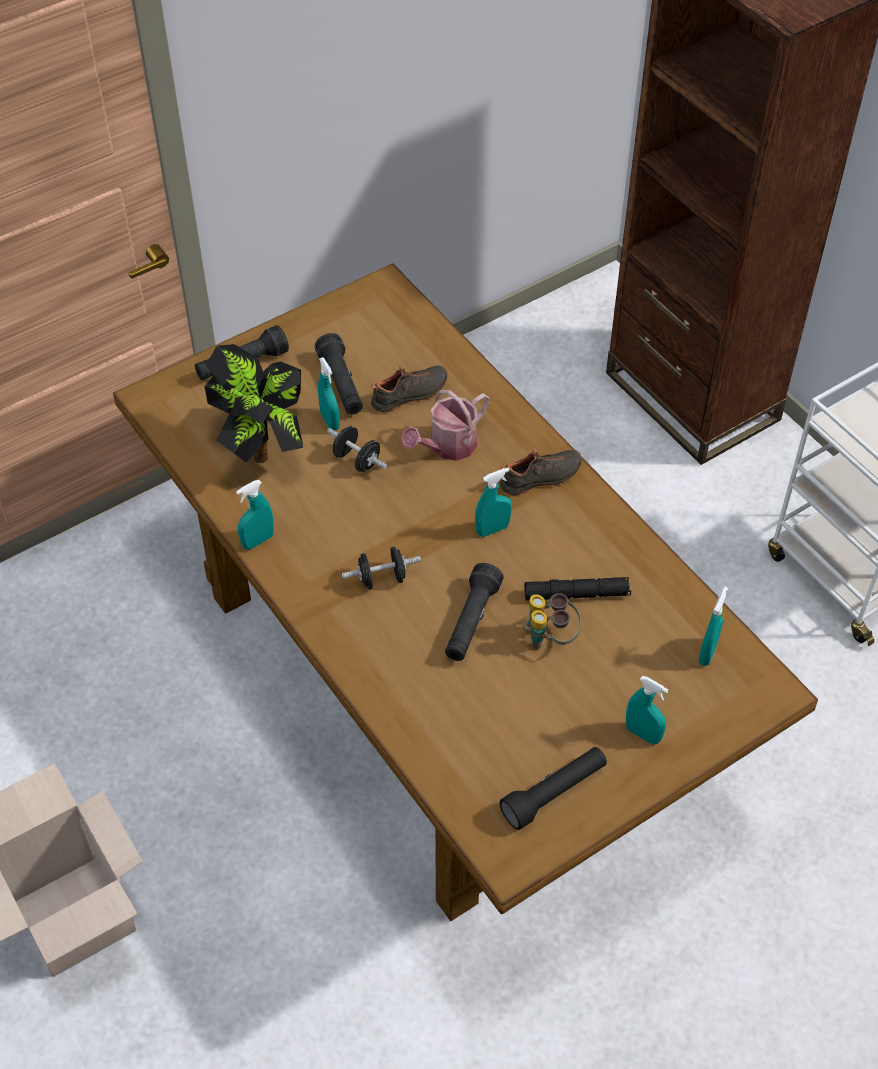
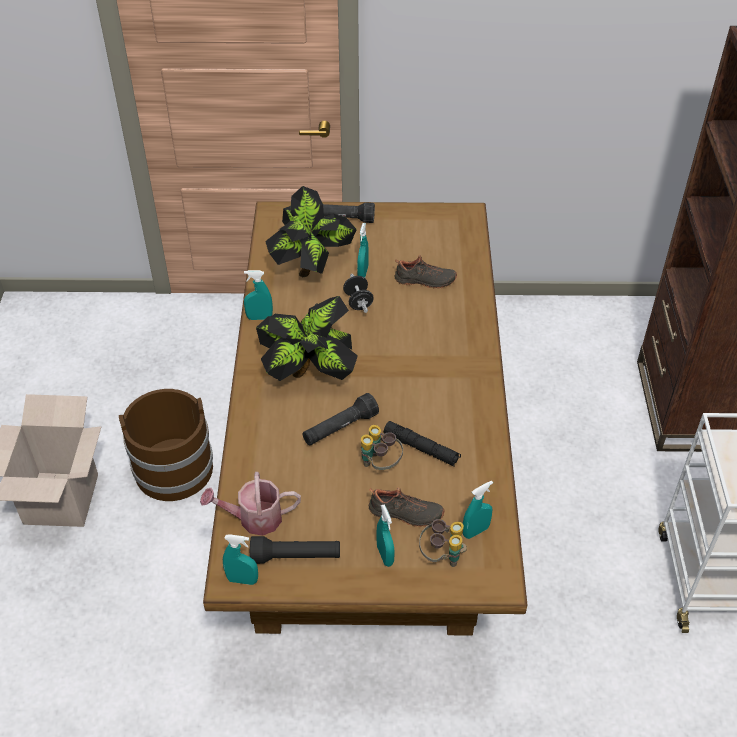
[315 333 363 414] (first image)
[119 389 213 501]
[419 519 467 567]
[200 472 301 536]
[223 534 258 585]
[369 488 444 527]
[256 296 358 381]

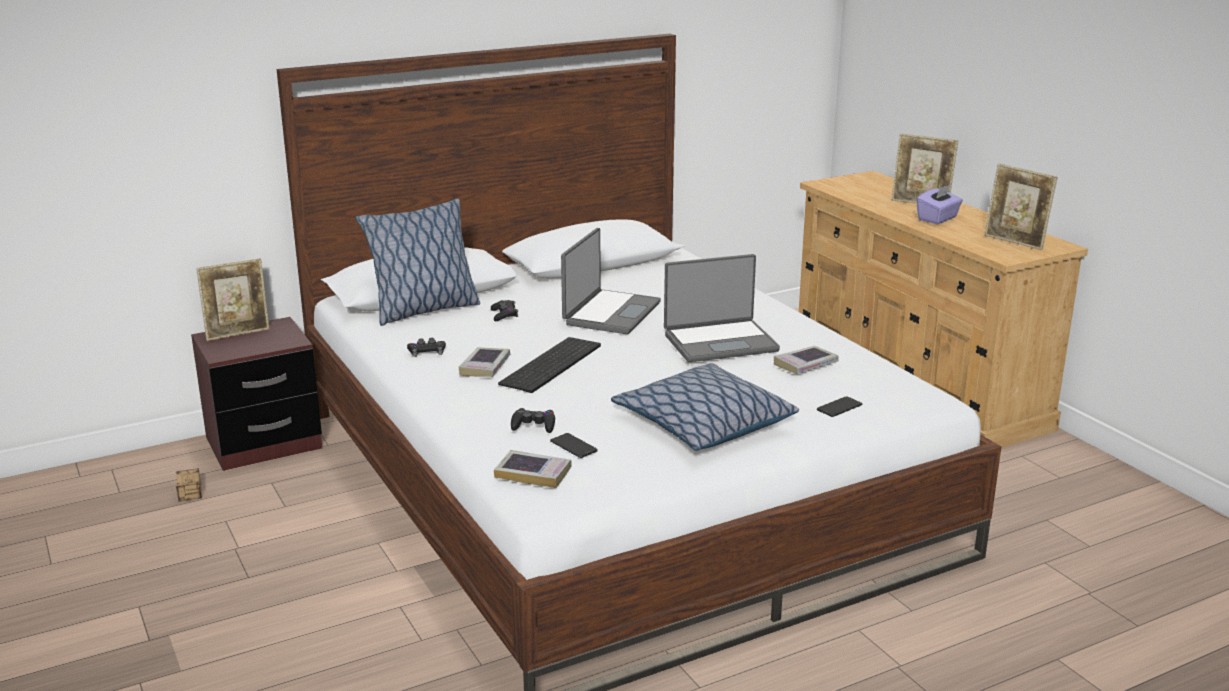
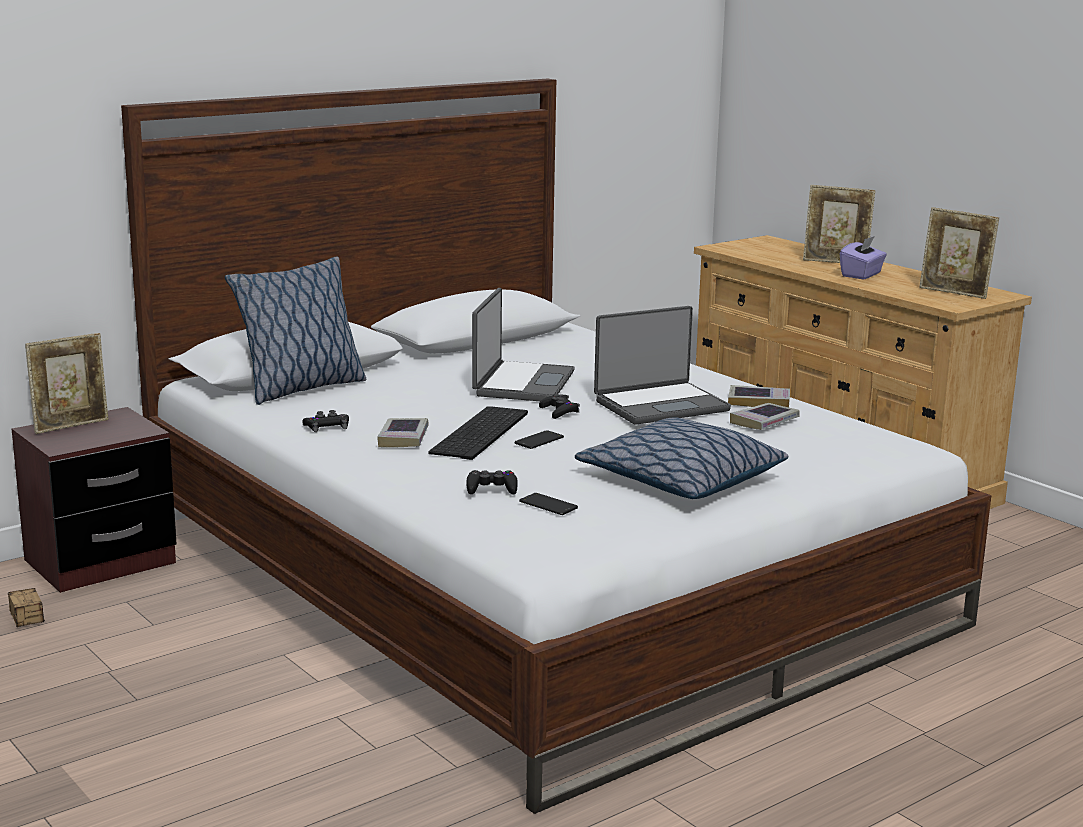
[539 394 580 419]
[728 385 790 407]
[515 430 564 449]

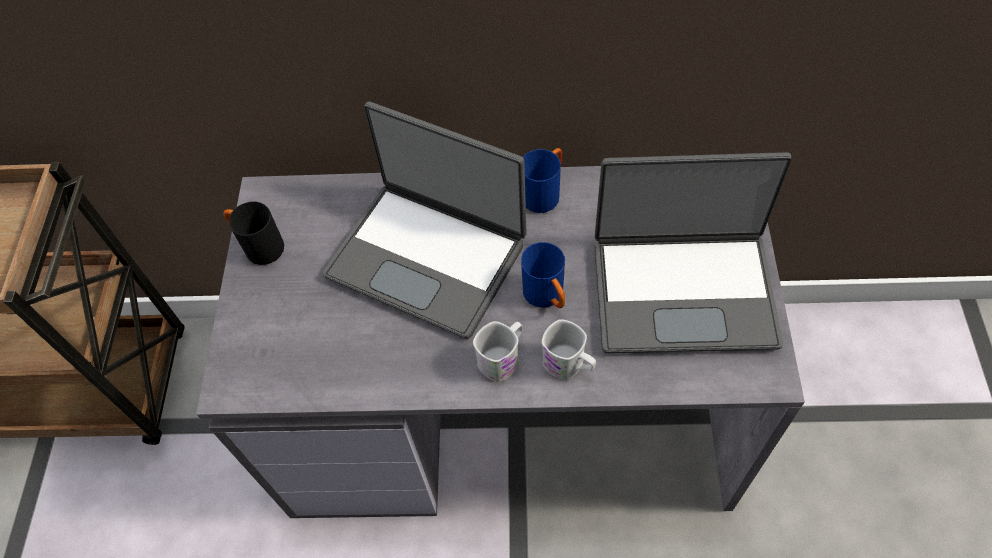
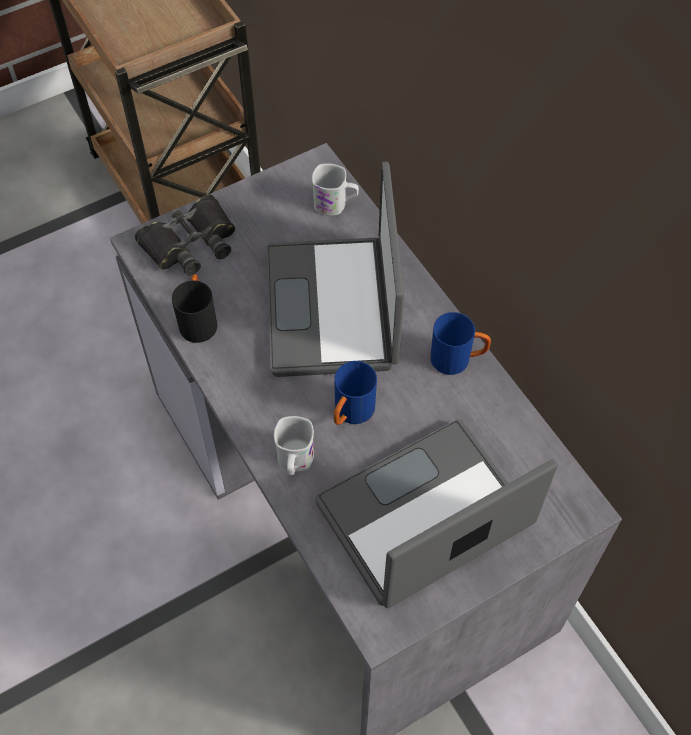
[135 194 235 276]
[172 274 217 343]
[312 163 359 216]
[315 419 558 609]

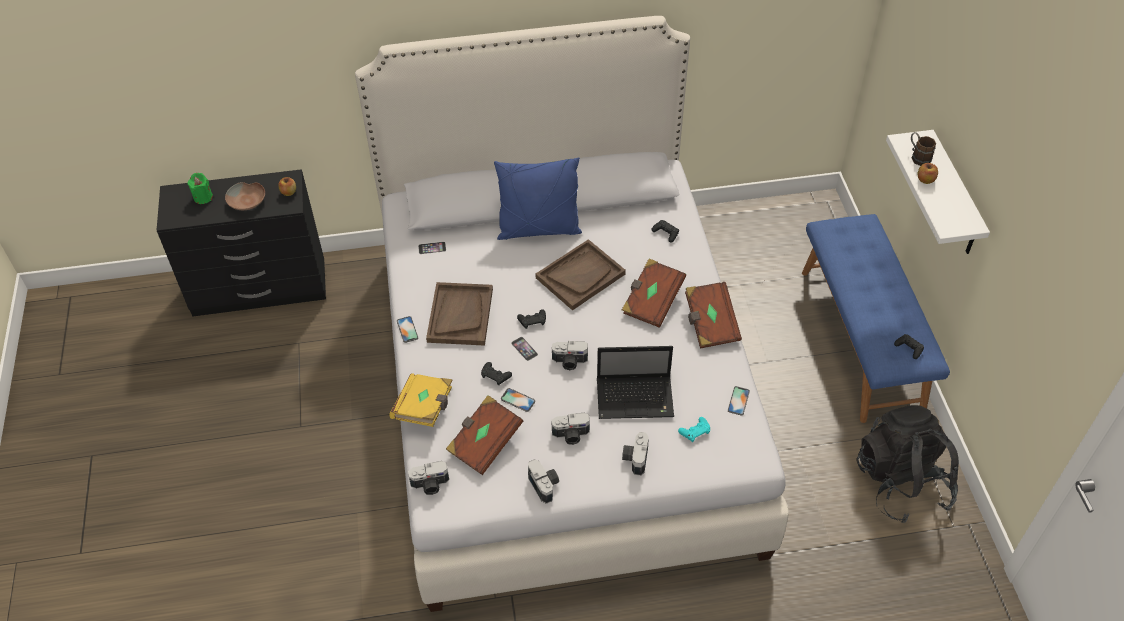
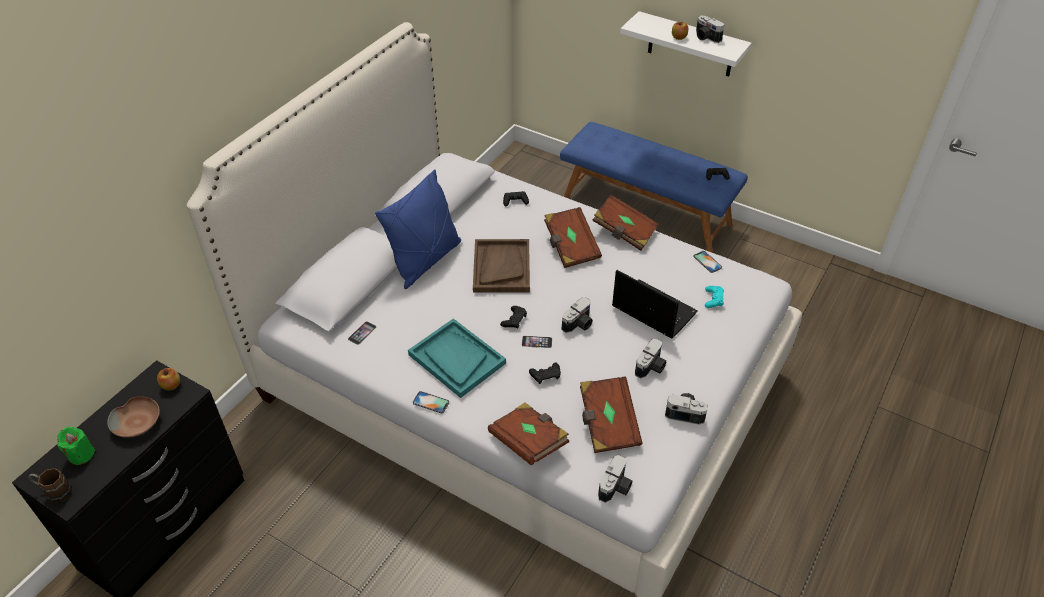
[501 388 535 412] (first image)
[856 405 959 523] (first image)
[696 15 724 43]
[28 468 72 503]
[488 402 569 465]
[408 318 506 398]
[612 270 698 339]

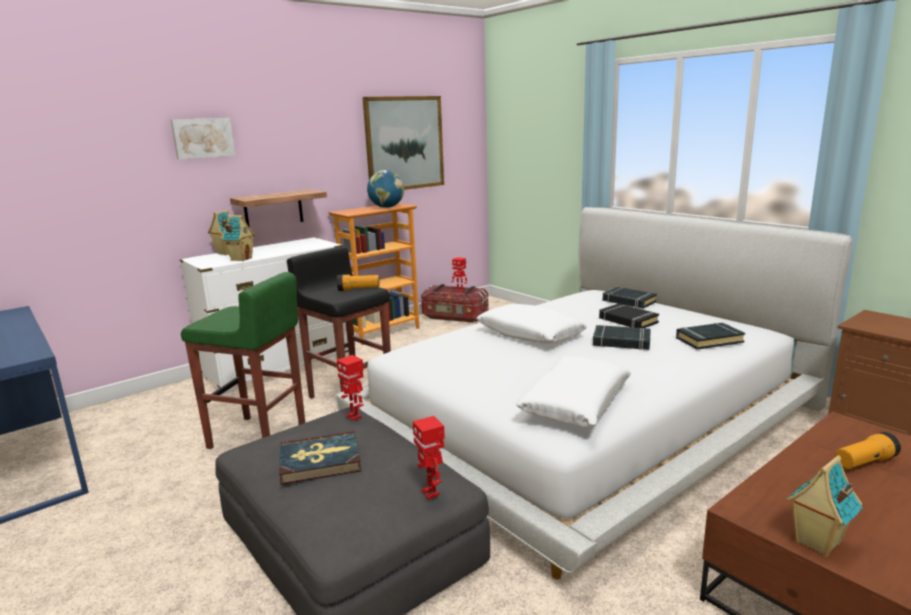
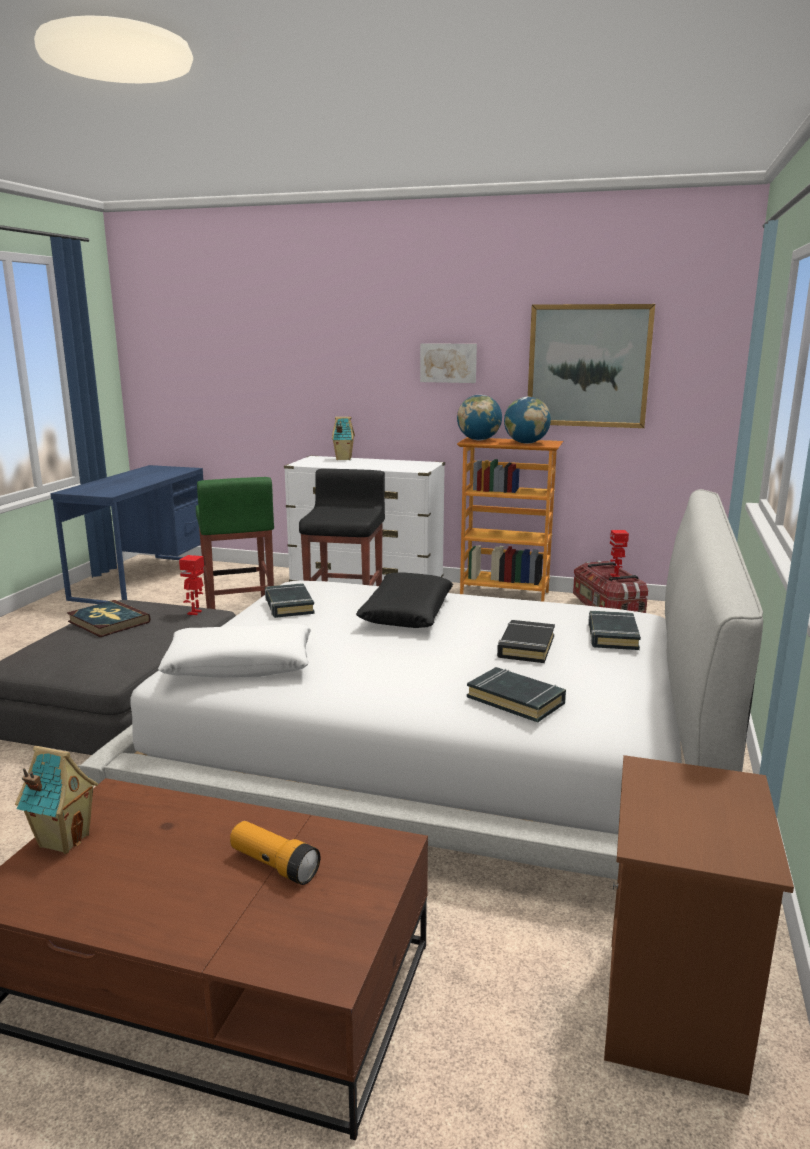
[221 215 255 261] (first image)
[230 190 327 228] (first image)
[337 275 380 291] (first image)
[413 416 445 499] (first image)
[457 395 502 440]
[420 343 477 383]
[265 583 315 618]
[356 572 453 628]

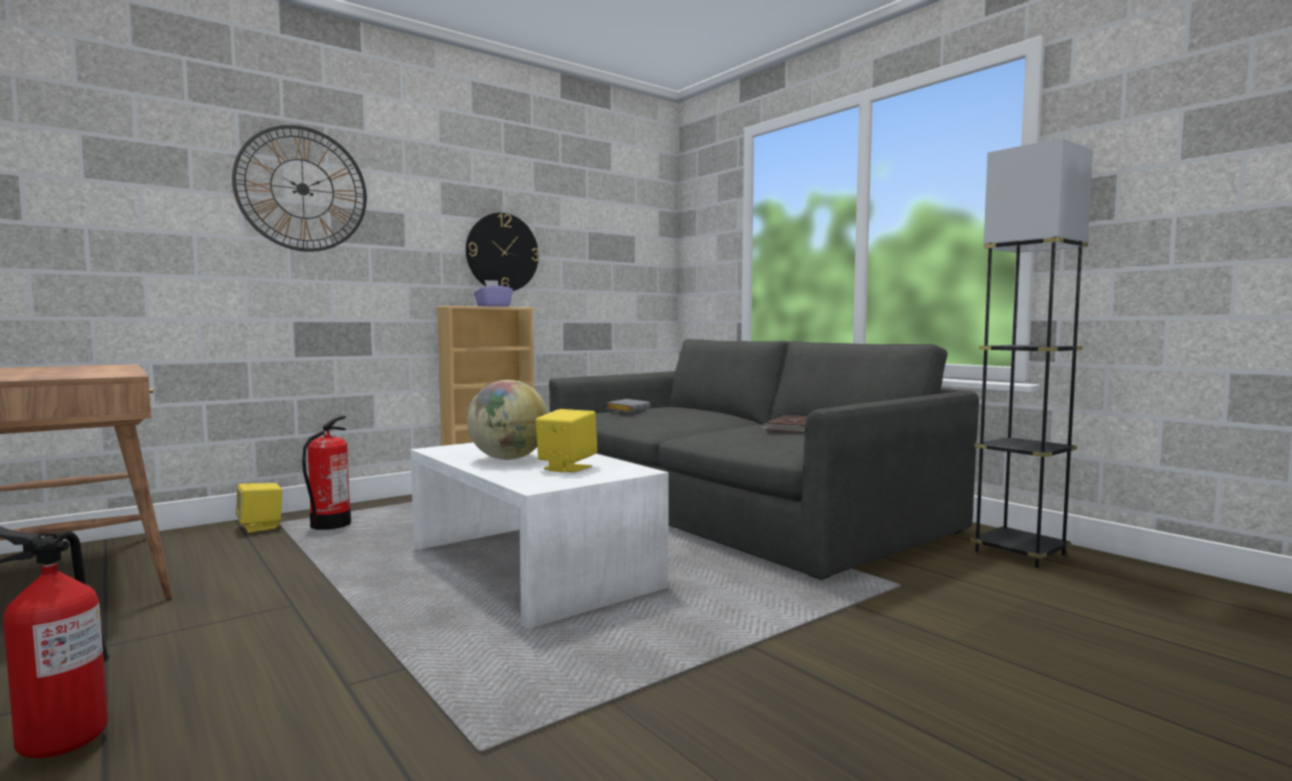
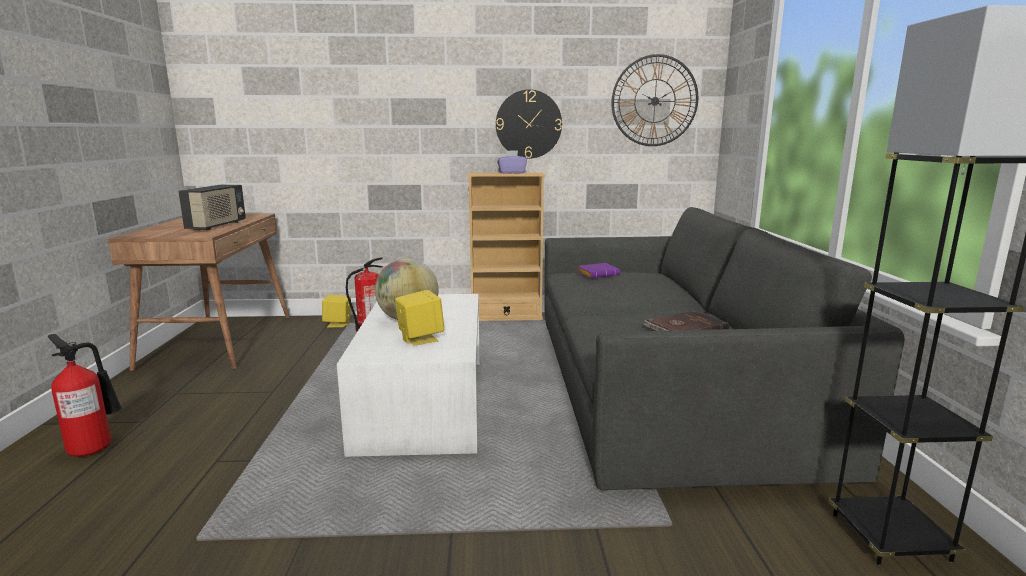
[178 185 246 230]
[611 54 698 146]
[577 263 620 278]

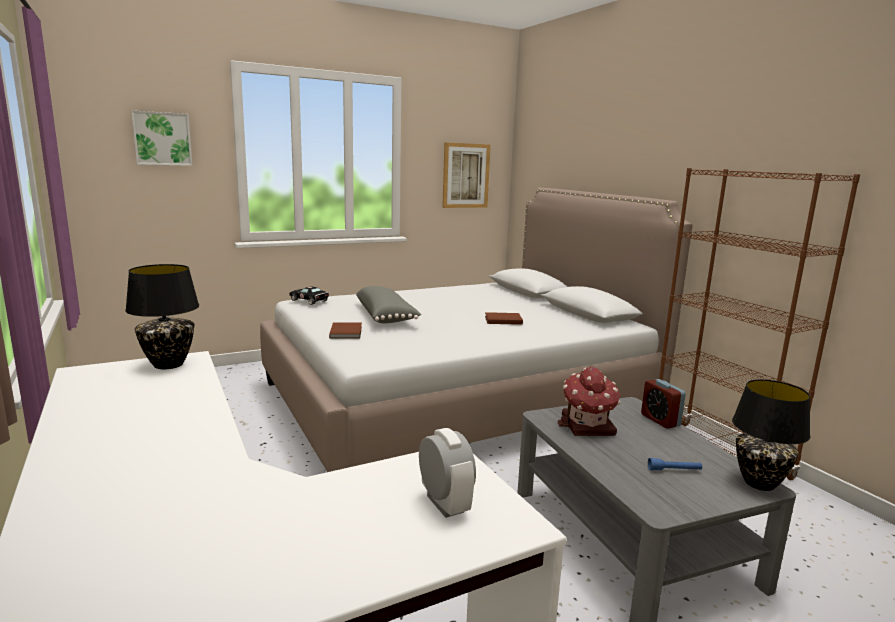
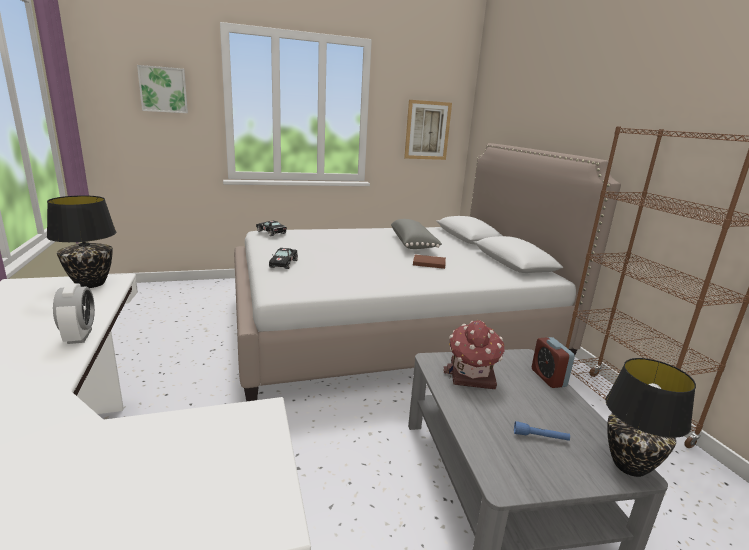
[391 219 442 249]
[53 284 95 344]
[269 248 298 269]

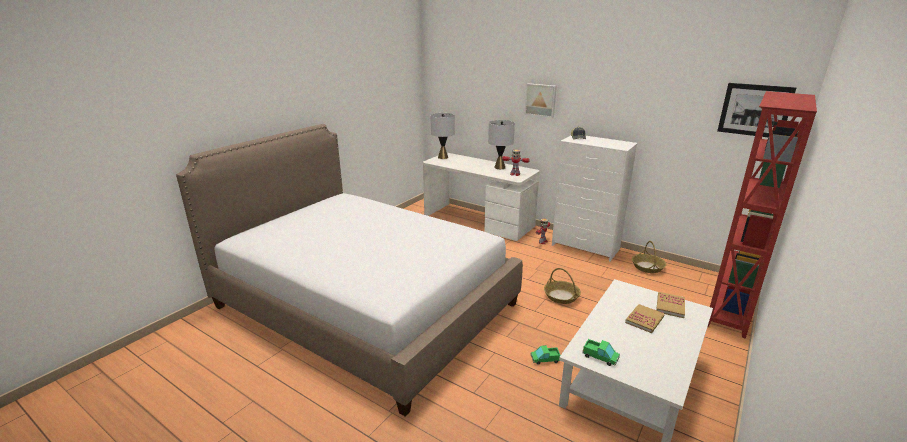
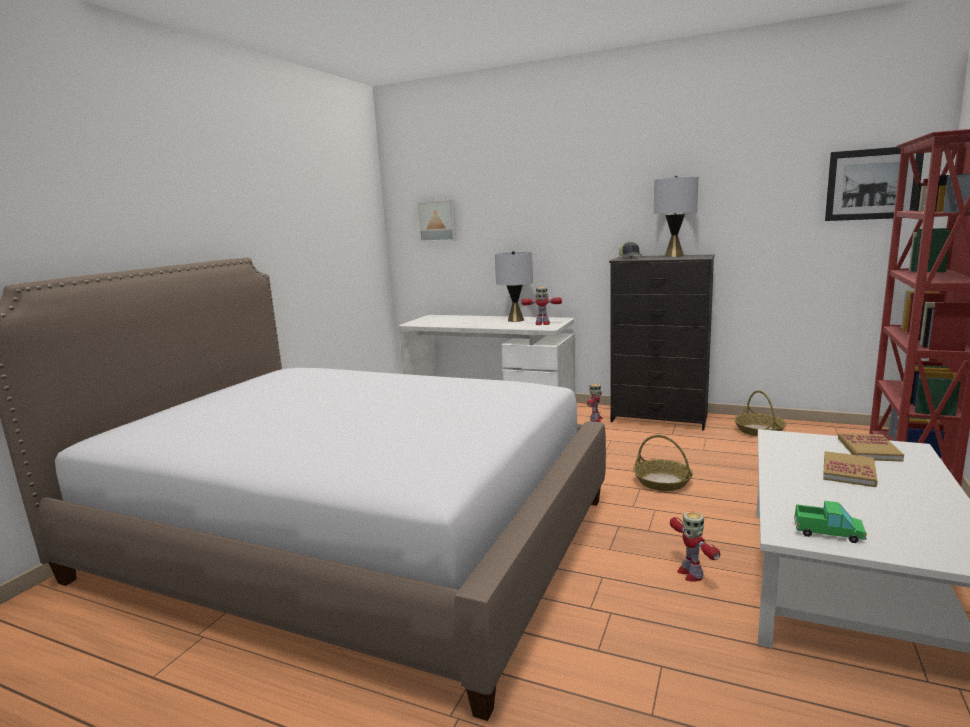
[654 176 698 257]
[417 200 457 242]
[670 512 720 582]
[609 254 715 431]

